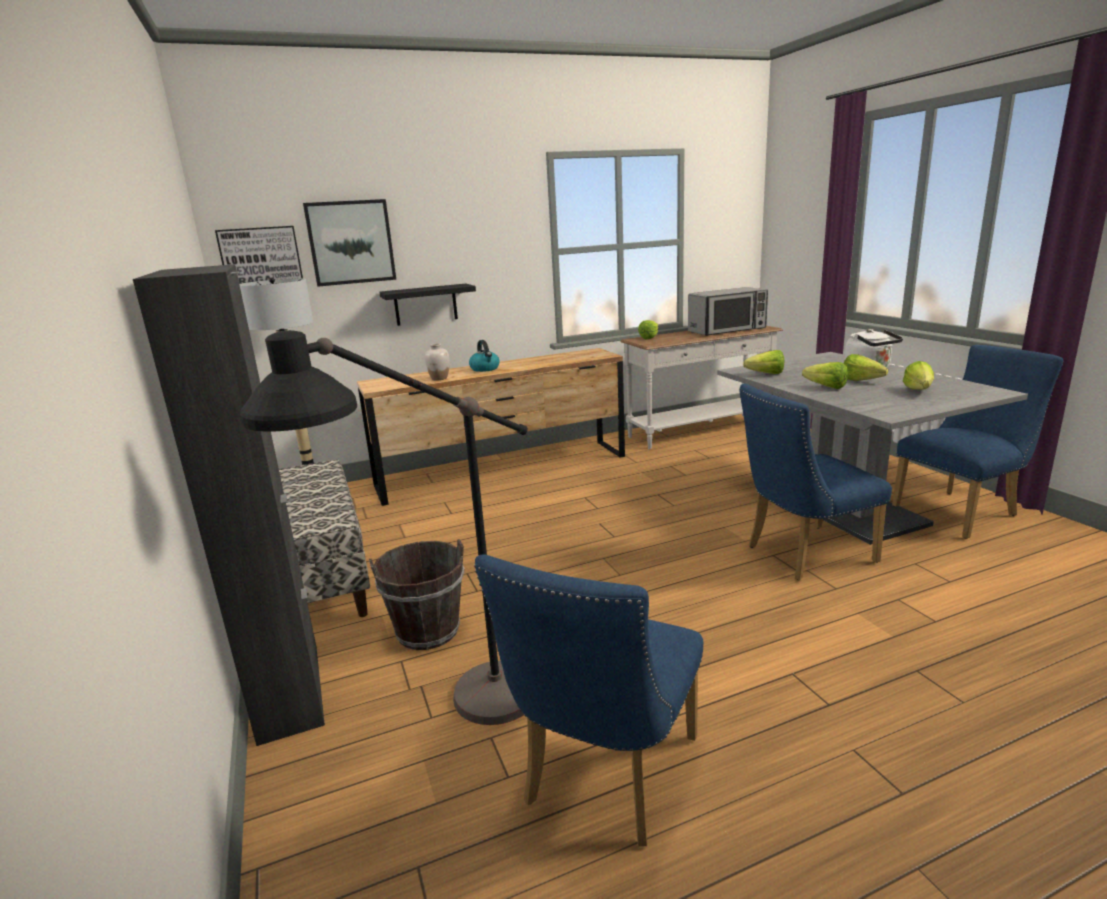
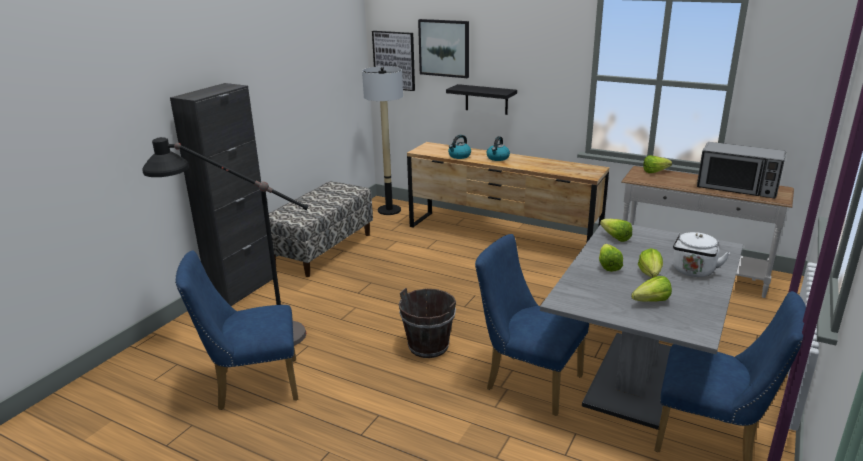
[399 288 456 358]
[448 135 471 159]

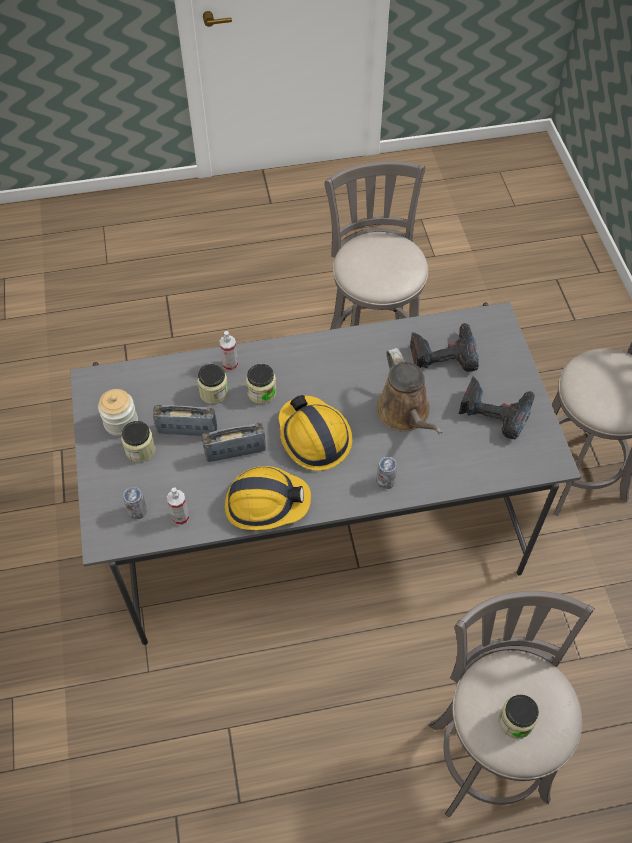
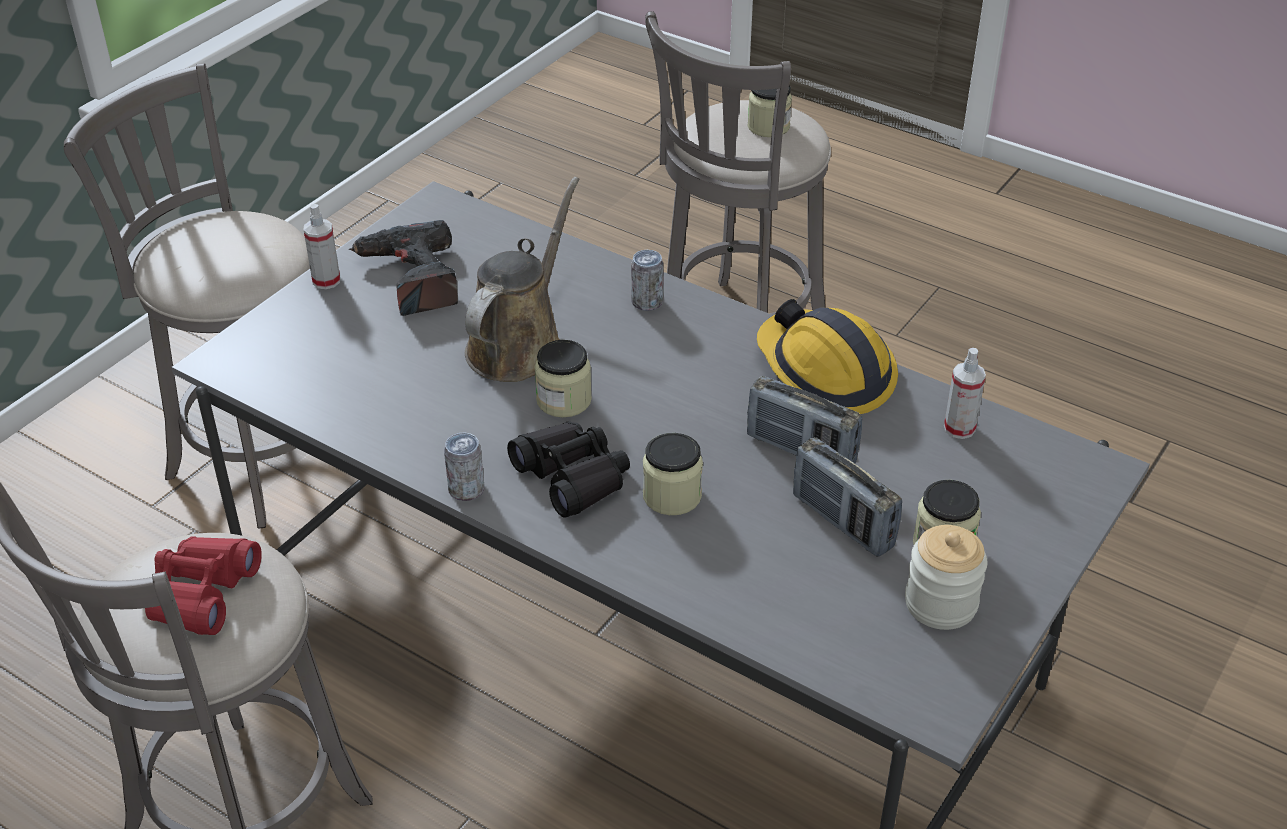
[278 395 352 471] (first image)
[410 323 479 372] (first image)
[145 536 262 635]
[507 421 630 518]
[444 432 485 501]
[534 340 592 417]
[304 204 340 289]

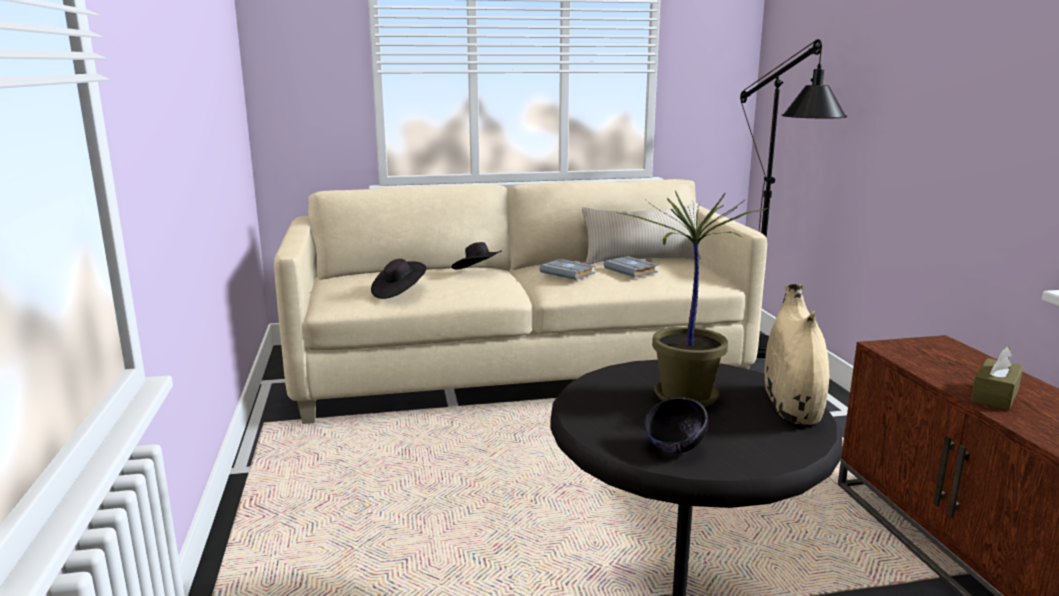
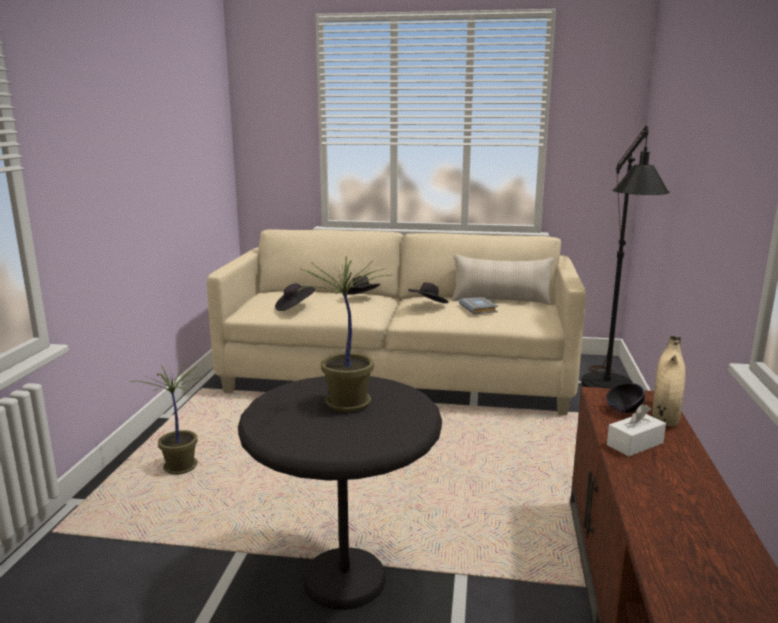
[130 363 204 474]
[606 383 645 413]
[652 336 685 426]
[408 282 449 303]
[607 404 666 456]

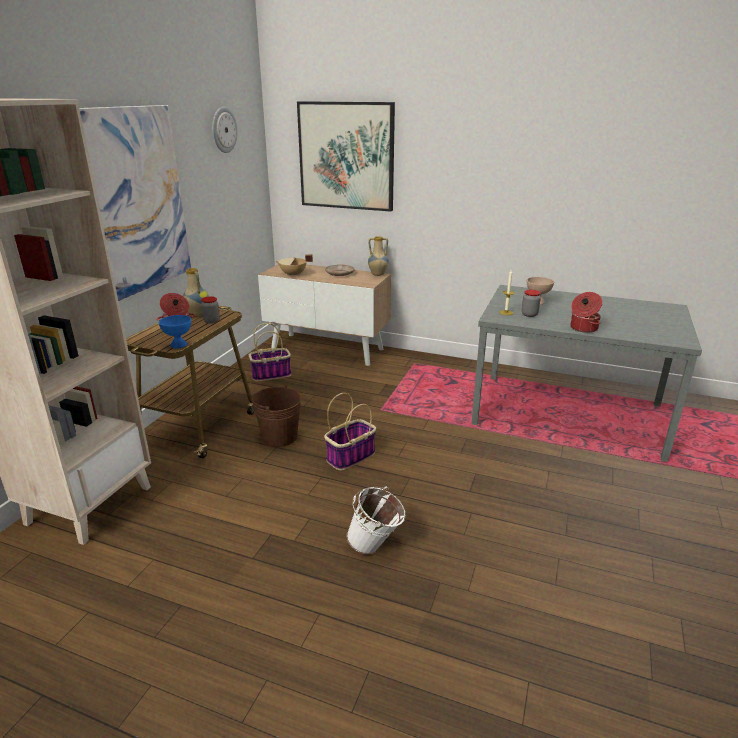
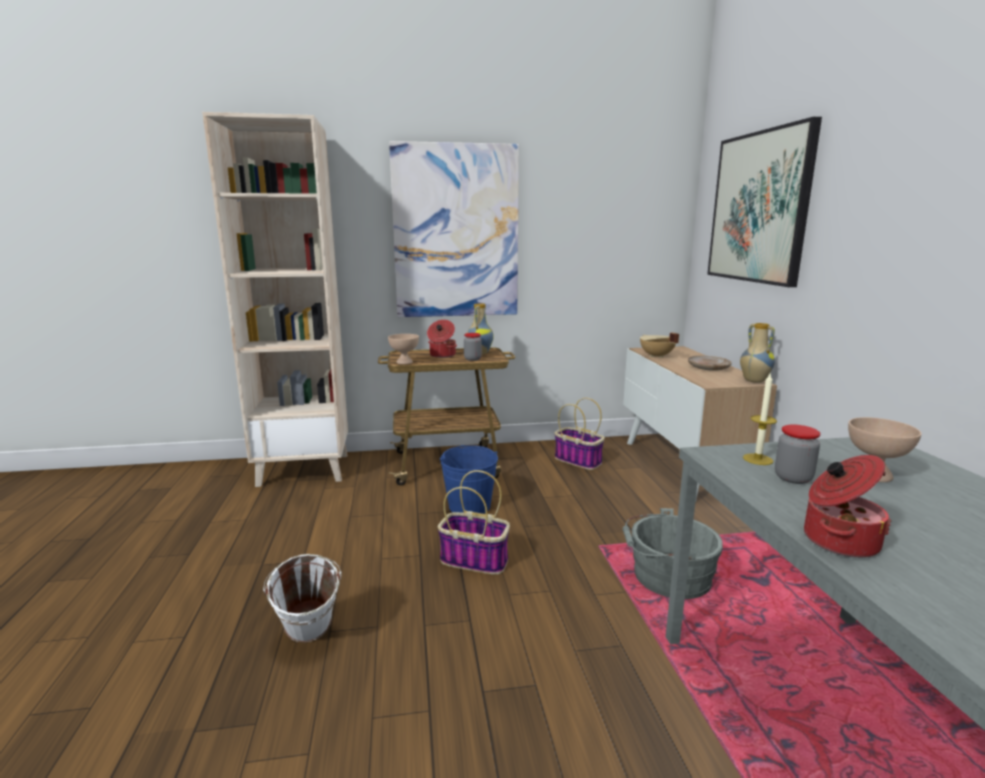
[212 107 238 153] (first image)
[622 508 723 599]
[388 334 419 365]
[440 445 498 514]

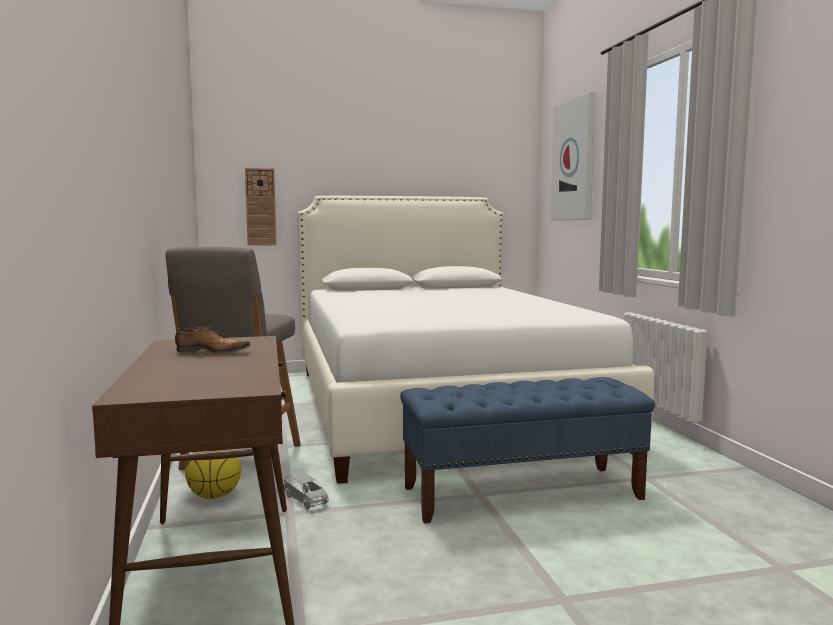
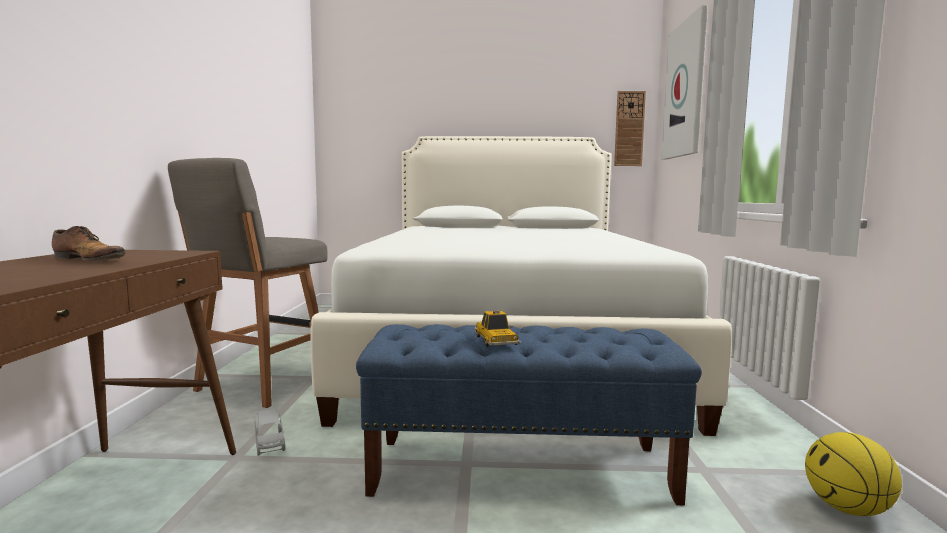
[474 311 521 347]
[805 432 902 516]
[614 91 646 166]

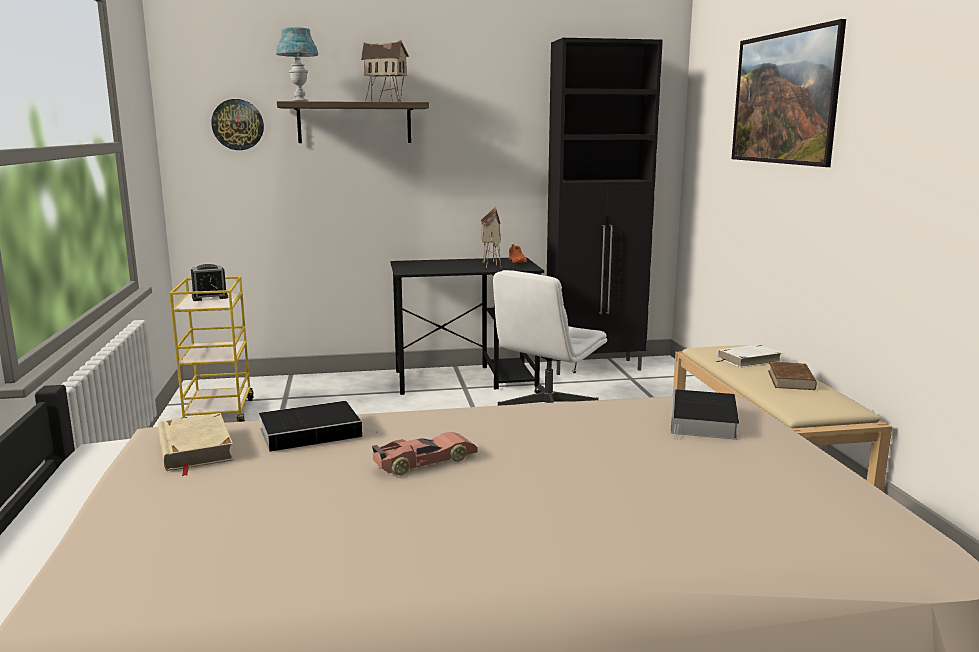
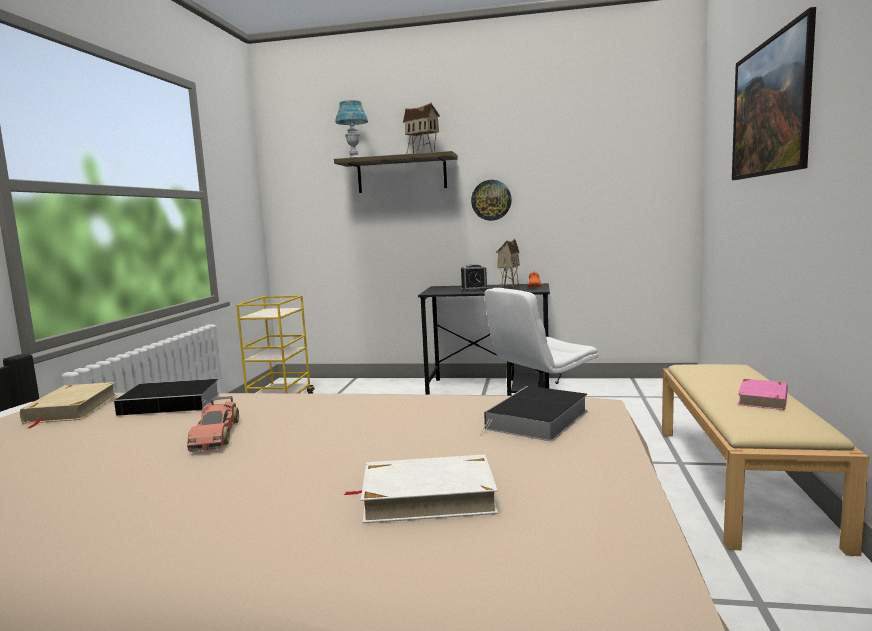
[547 38 663 375] (first image)
[461 264 488 291]
[471 180 512 221]
[343 455 498 523]
[737 379 788 410]
[187 396 239 452]

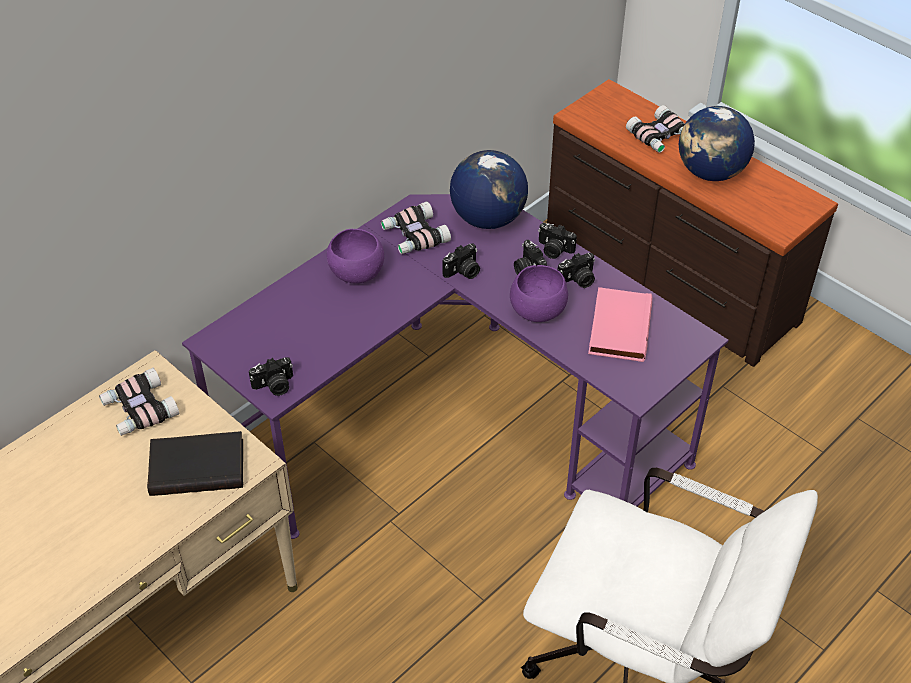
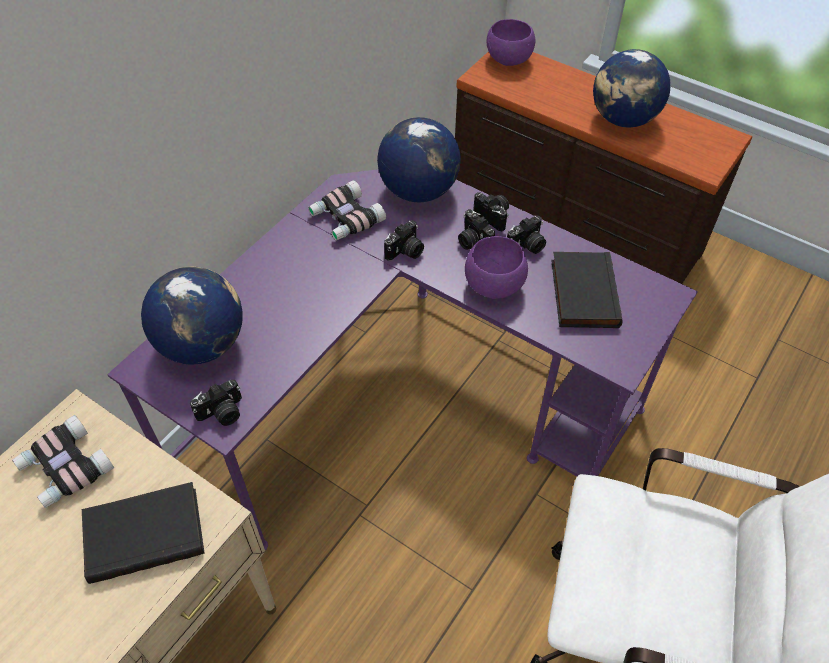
[626 105 685 153] (first image)
[141 266 243 365]
[487 19 536 66]
[551 252 623 328]
[473 192 509 231]

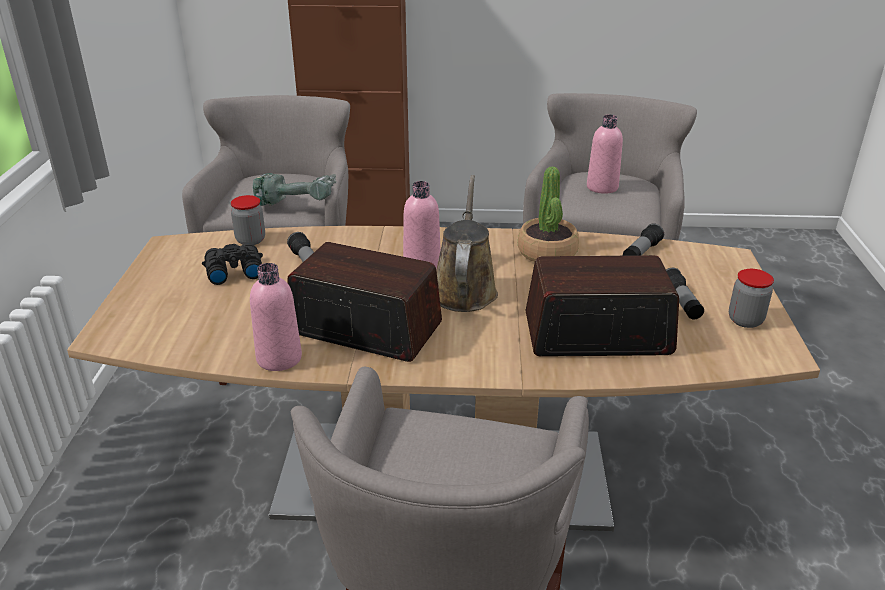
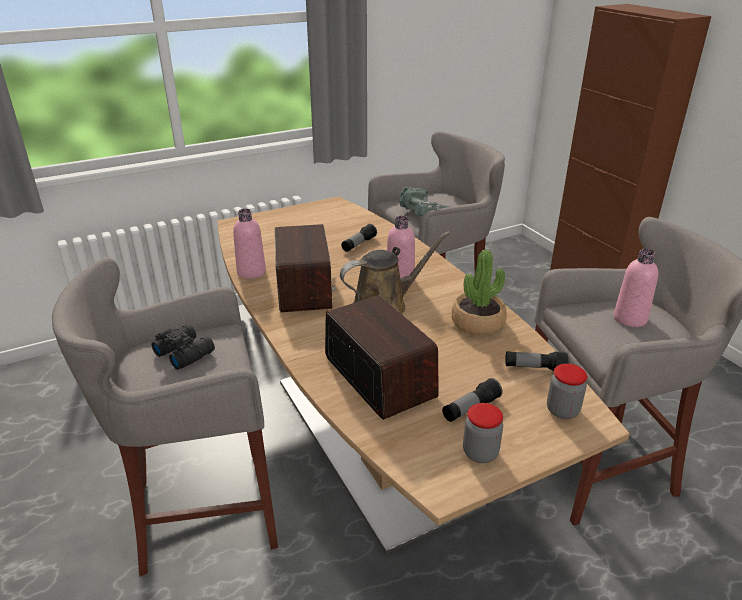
[152 325 215 370]
[547 364 587 419]

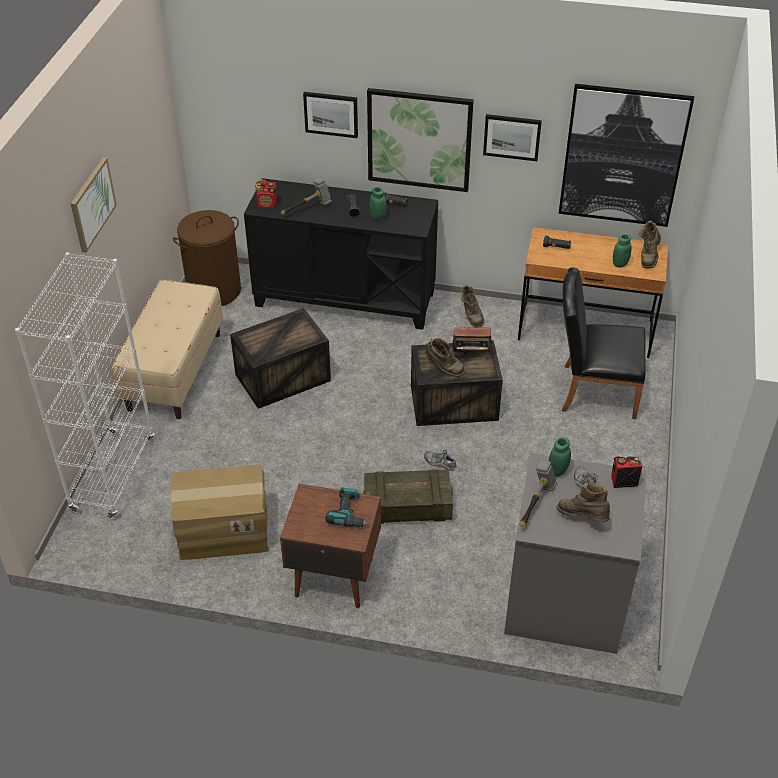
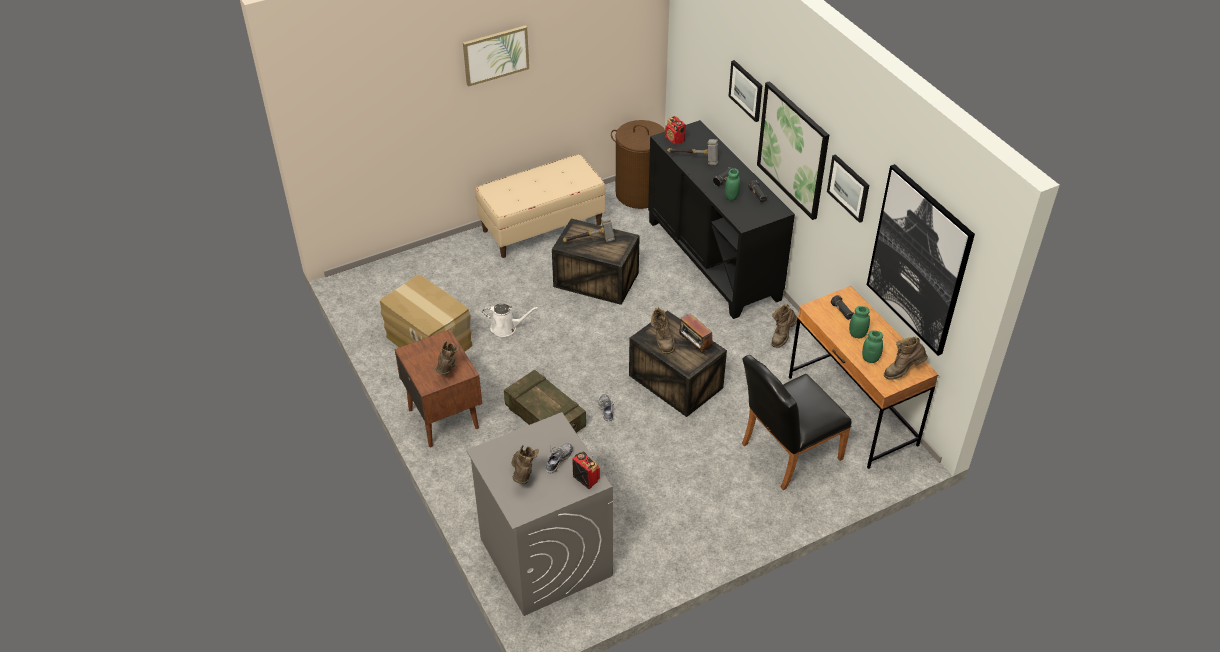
[15 252 155 519] (first image)
[482 304 538 337]
[563 216 615 242]
[849 306 870 338]
[436 341 460 375]
[742 355 852 490]

